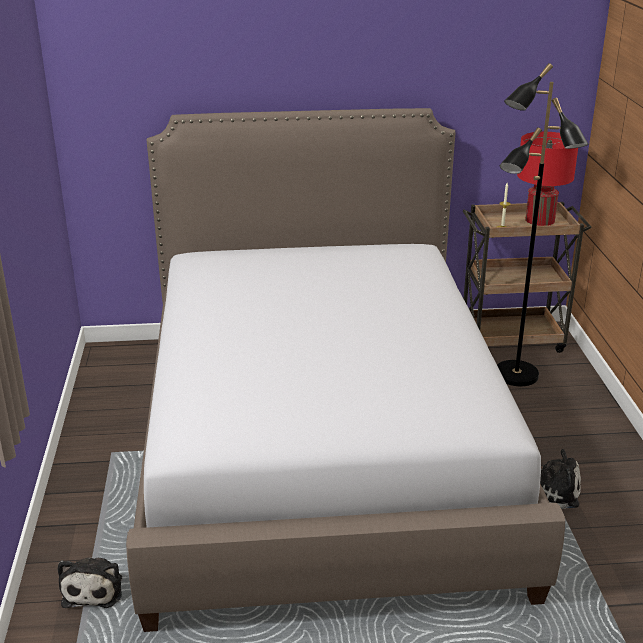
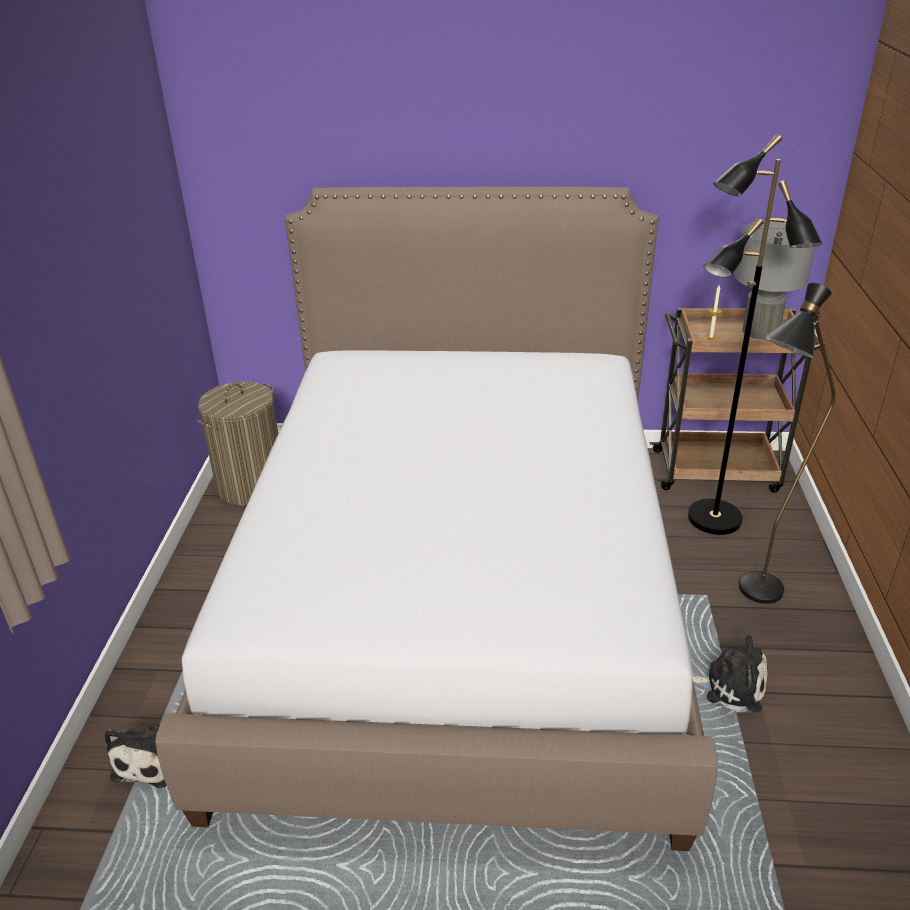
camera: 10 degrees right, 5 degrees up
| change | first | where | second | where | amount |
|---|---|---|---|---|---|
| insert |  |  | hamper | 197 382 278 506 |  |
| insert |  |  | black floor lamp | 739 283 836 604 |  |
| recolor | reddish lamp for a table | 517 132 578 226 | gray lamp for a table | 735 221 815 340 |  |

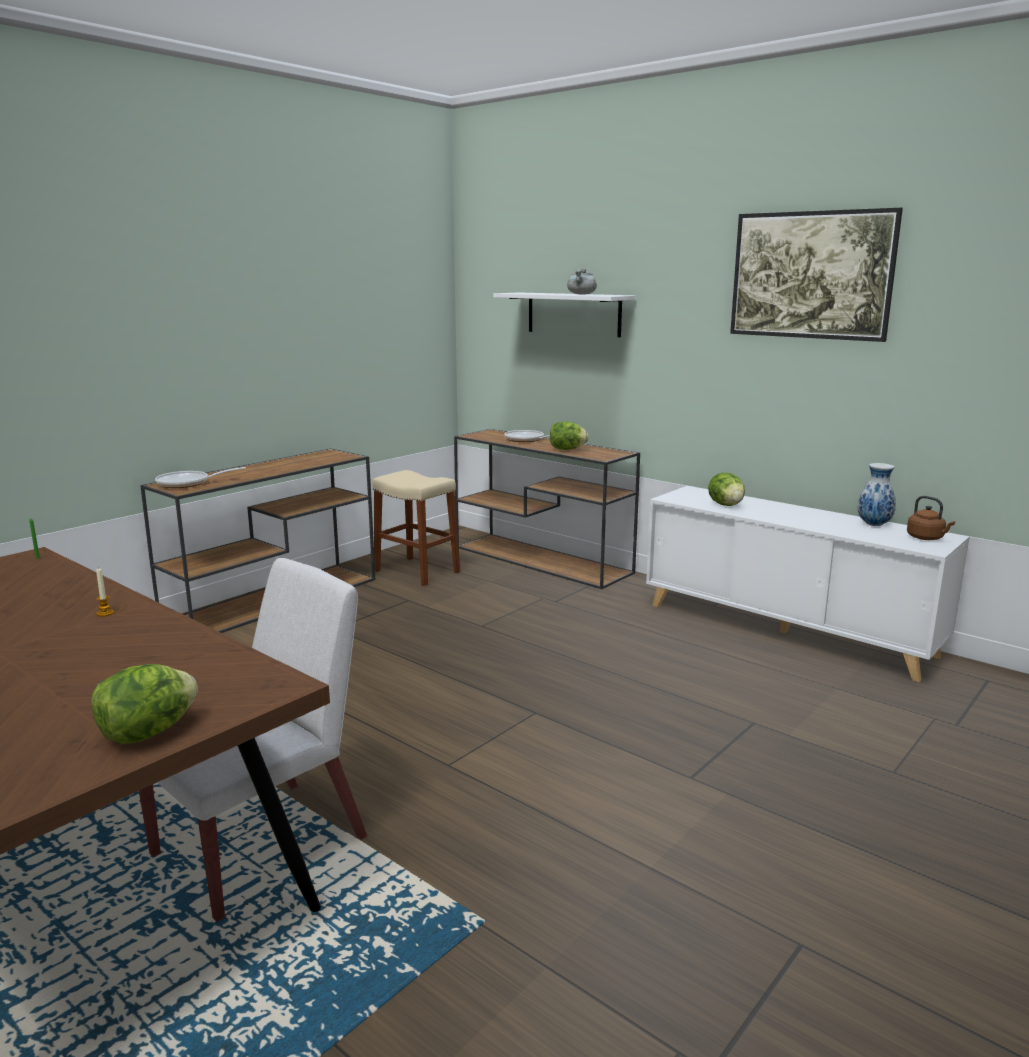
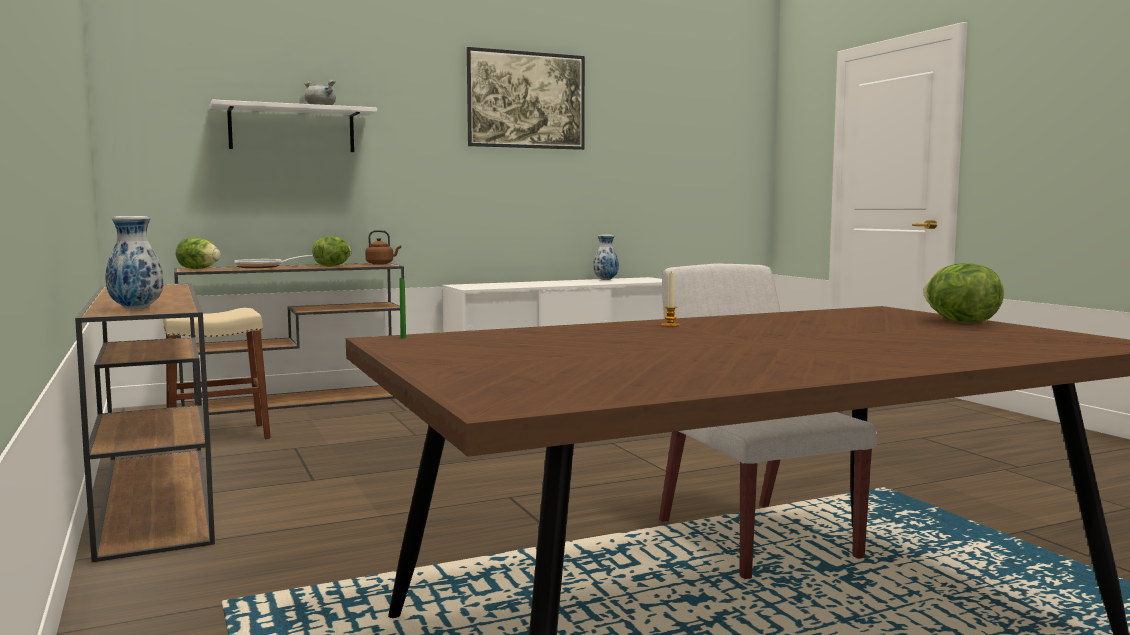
camera: 65 degrees left, 10 degrees down
| change | first | where | second | where | amount |
|---|---|---|---|---|---|
| move | lettuce | 708 472 745 506 |  | 176 237 221 269 |  |
| move | brown water kettle | 907 496 955 540 |  | 365 230 401 265 |  |
| replace | pan | 155 467 246 488 | decorative vase | 106 216 164 309 |  |

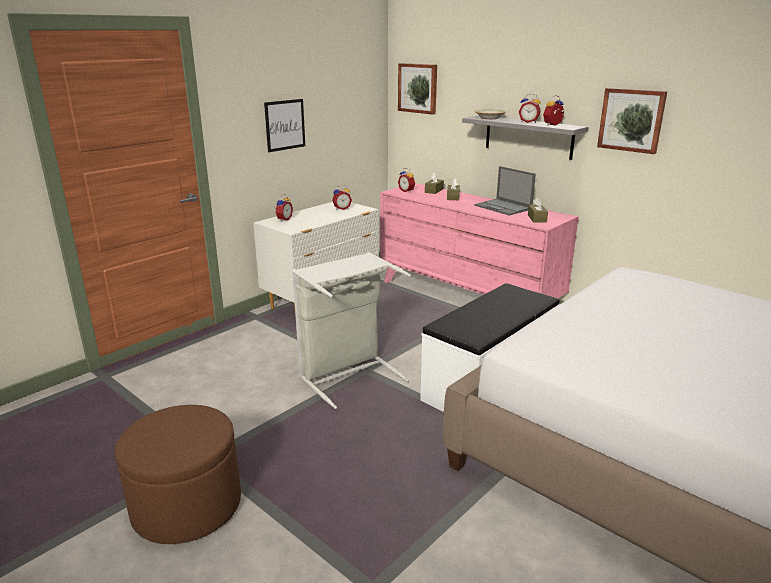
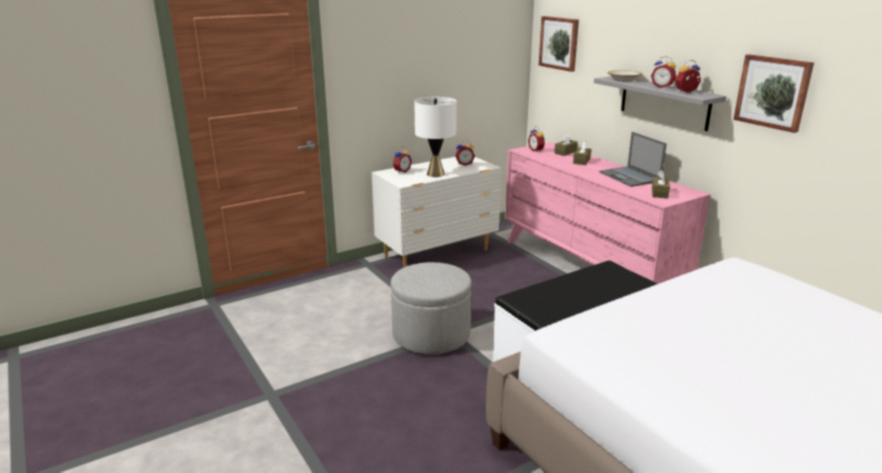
camera: 15 degrees right, 0 degrees up
| change | first | where | second | where | amount |
|---|---|---|---|---|---|
| delete | brown pouffe | 115 405 241 544 |  |  |  |
| delete | wall art | 264 99 305 152 |  |  |  |
| insert |  |  | whitish lamp for a table | 414 97 457 177 |  |
| replace | gray hamper | 292 252 411 409 | gray pouffe | 391 262 472 354 |  |

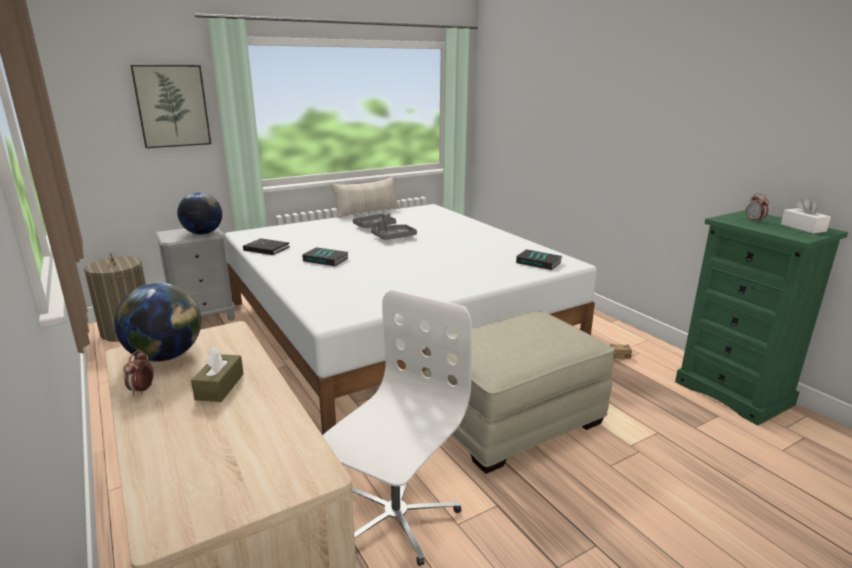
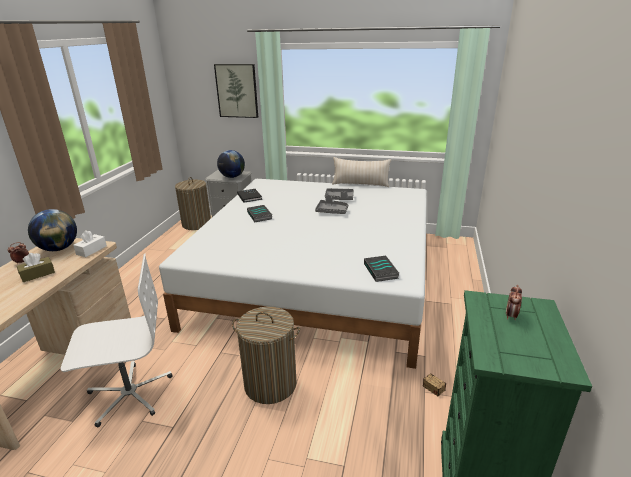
camera: 45 degrees right, 5 degrees up
| change | first | where | second | where | amount |
|---|---|---|---|---|---|
| move | whitish tissue box | 781 198 831 234 |  | 73 230 107 257 |  |
| replace | beige-coloured pouffe | 424 311 615 474 | hamper | 232 307 300 404 |  |

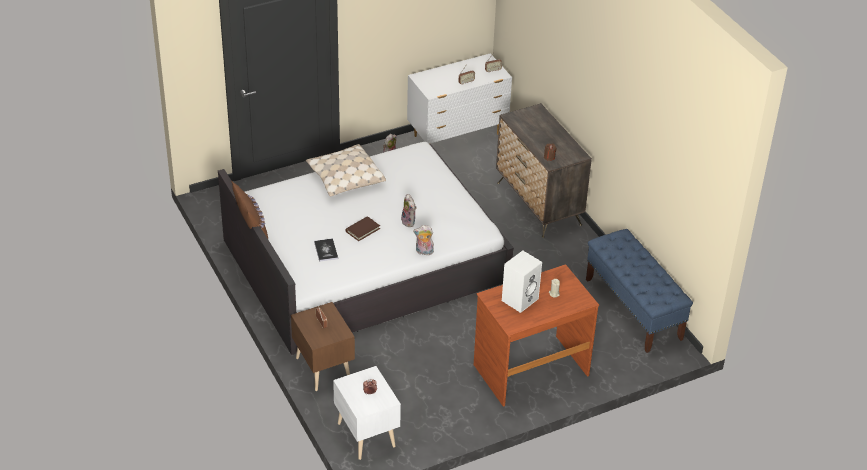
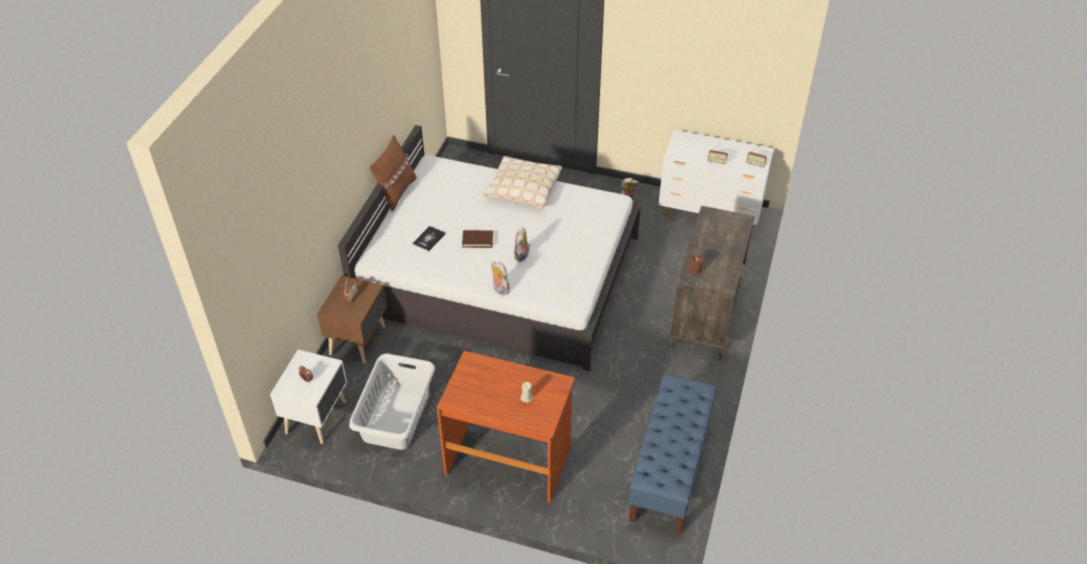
camera: 45 degrees right, 5 degrees up
| change | first | where | second | where | amount |
|---|---|---|---|---|---|
| delete | whitish speaker | 502 251 542 313 |  |  |  |
| insert |  |  | gray hamper | 349 354 435 450 |  |

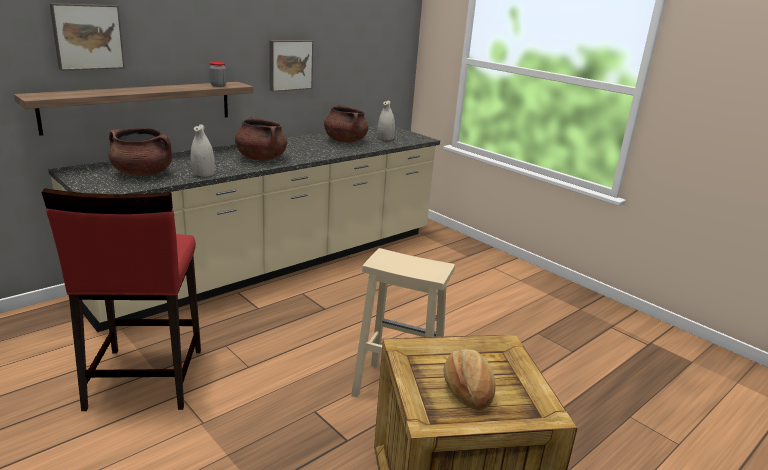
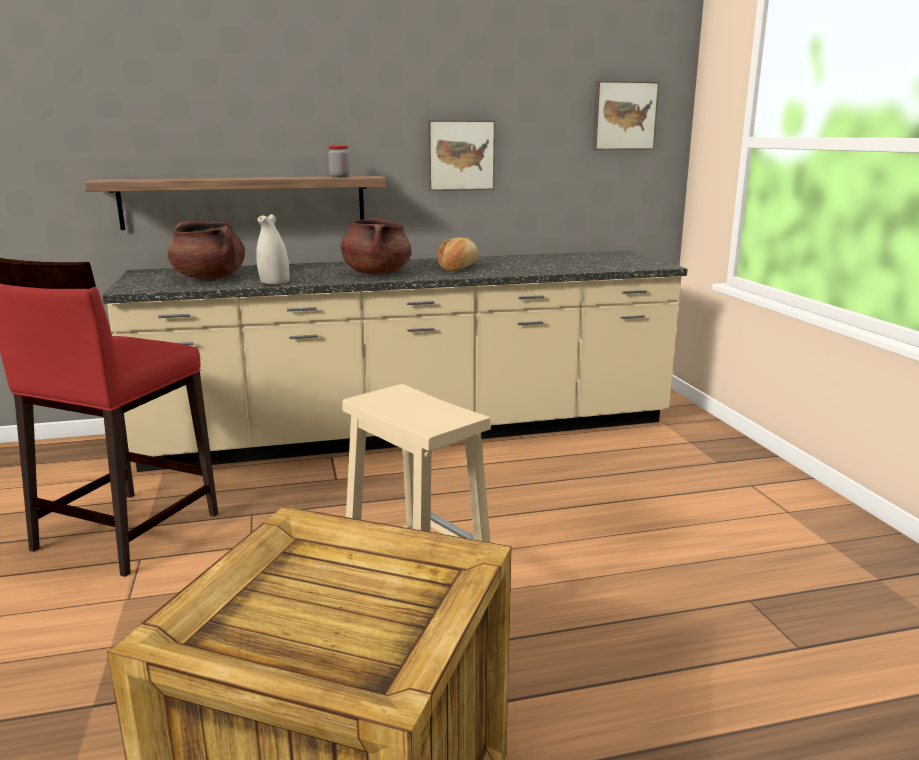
camera: 30 degrees right, 5 degrees down
| change | first | where | second | where | amount |
|---|---|---|---|---|---|
| delete | brown saucepot | 324 104 368 143 |  |  |  |
| delete | whitish decorative vase | 378 100 395 141 |  |  |  |
| move | wall art | 49 3 125 71 |  | 592 81 659 150 |  |
| move | bread | 444 349 496 410 |  | 437 238 479 272 |  |

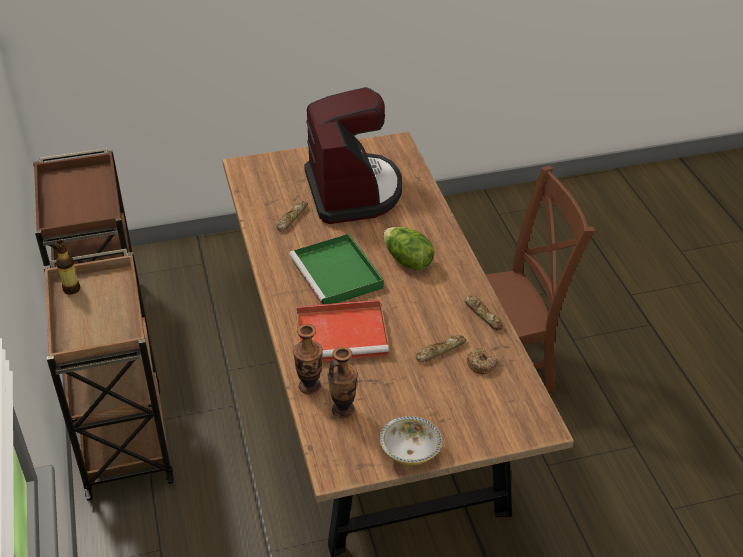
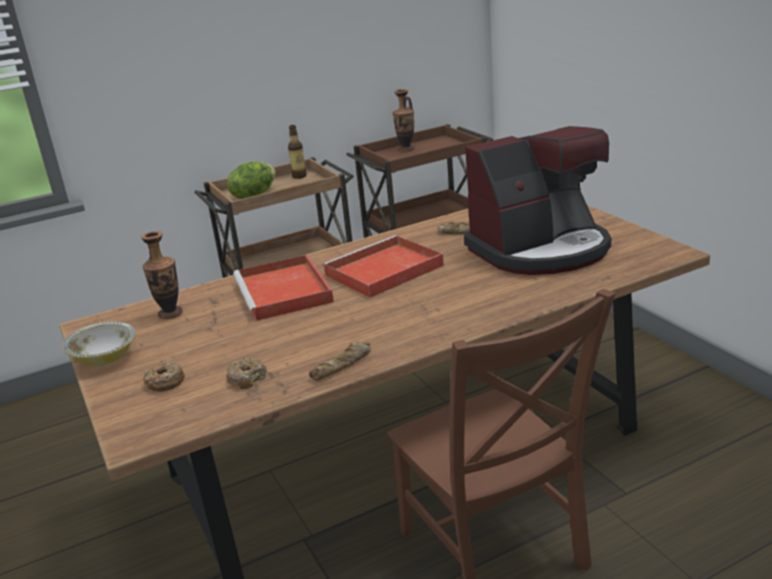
camera: 80 degrees right, 15 degrees down
| change | first | where | second | where | amount |
|---|---|---|---|---|---|
| delete | bread | 415 335 467 363 |  |  |  |
| insert |  |  | ring doughnut | 143 362 185 392 |  |
| move | decorative vase | 293 324 323 395 |  | 392 89 415 152 |  |
| move | lettuce | 383 227 435 270 |  | 227 162 276 199 |  |
| recolor | green tray | 289 234 384 304 | reddish tray | 323 235 444 298 |  |

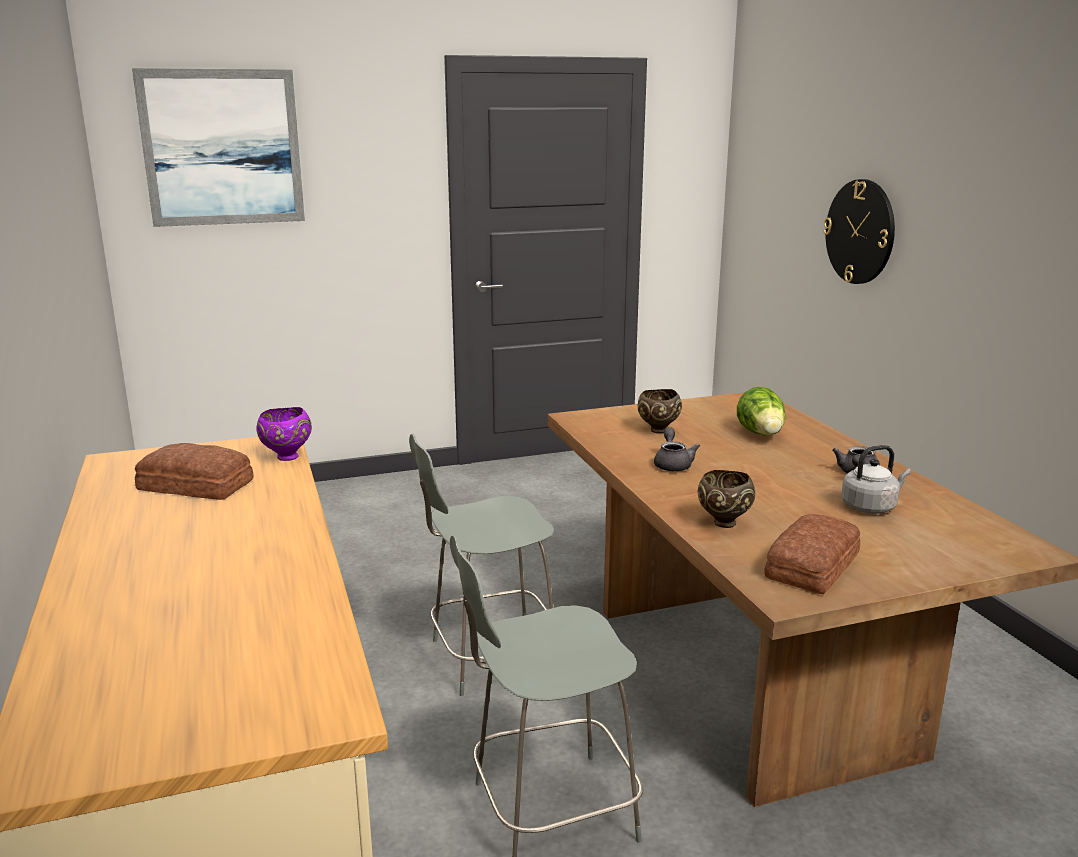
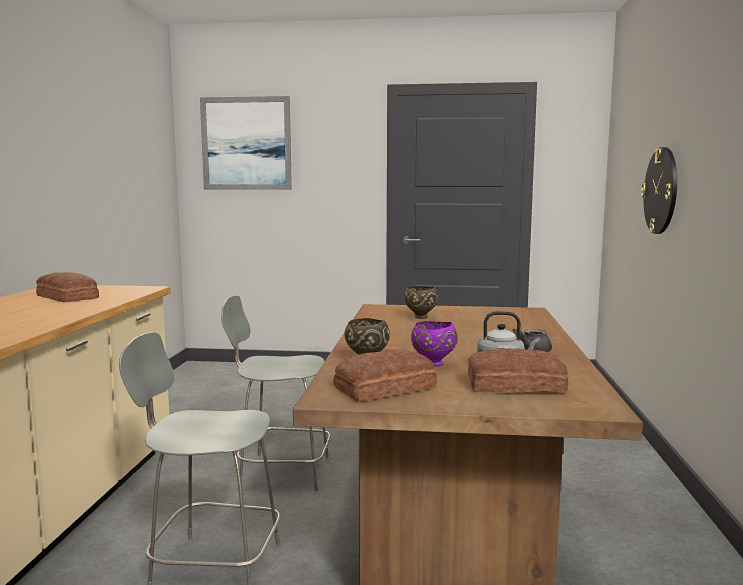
camera: 25 degrees right, 10 degrees down
| change | first | where | second | where | amount |
|---|---|---|---|---|---|
| delete | gray tea pot | 654 427 700 471 |  |  |  |
| delete | lettuce | 737 386 785 436 |  |  |  |
| insert |  |  | bread | 468 349 569 393 |  |
| move | purplish bowl | 256 407 312 461 |  | 411 321 458 367 |  |

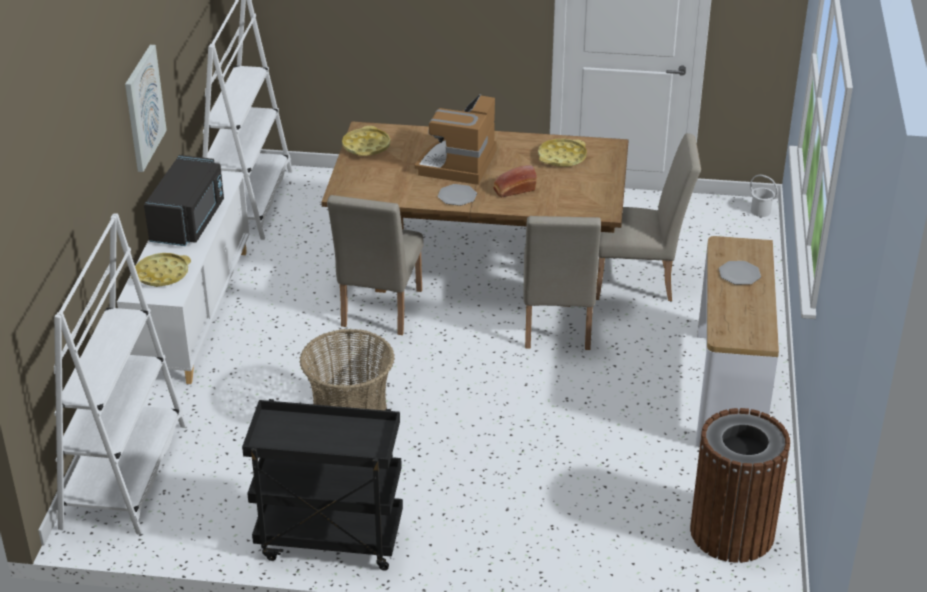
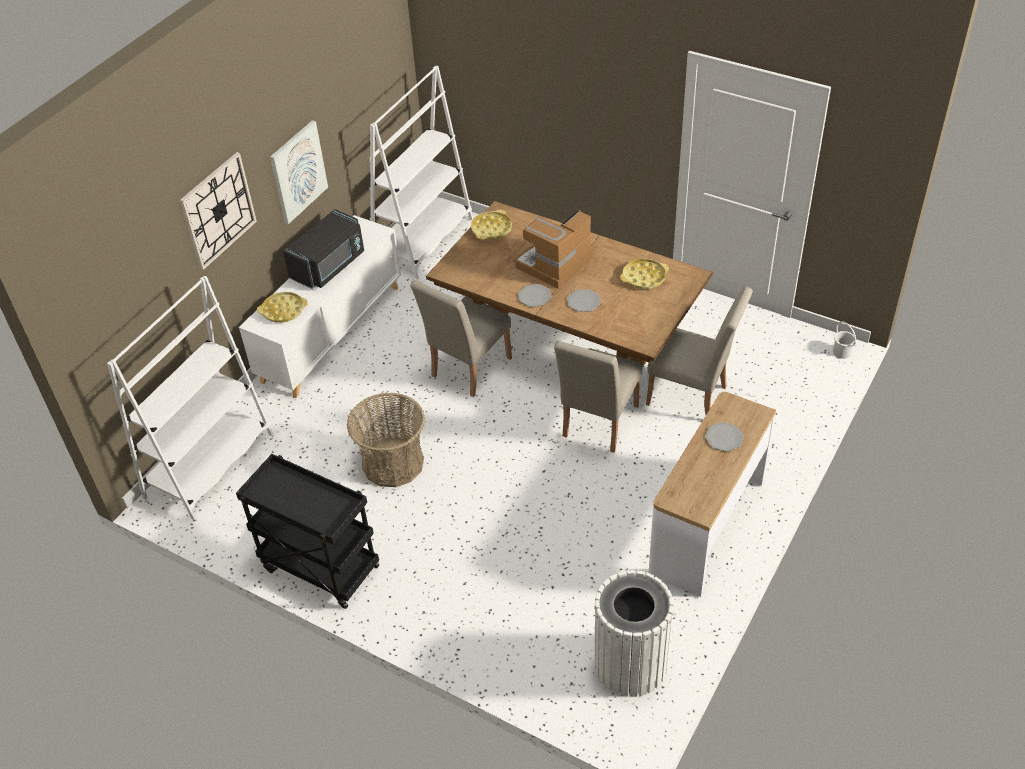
camera: 25 degrees right, 10 degrees up
| change | first | where | second | where | amount |
|---|---|---|---|---|---|
| insert |  |  | clock on the wall | 180 152 257 270 |  |
| replace | bread | 493 165 537 197 | plate | 567 289 601 312 |  |
| recolor | brown waste bin | 690 408 790 563 | whitish waste bin | 594 570 674 697 |  |

